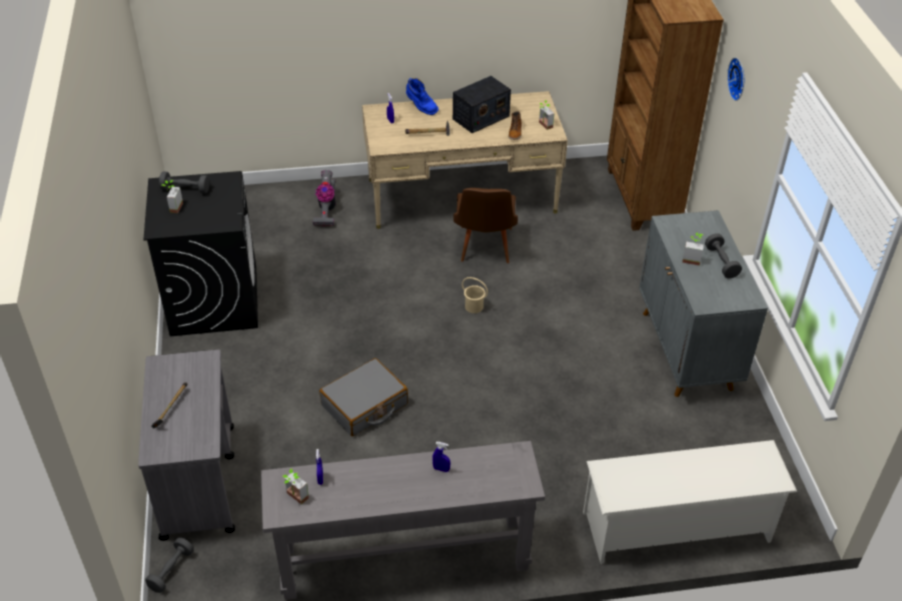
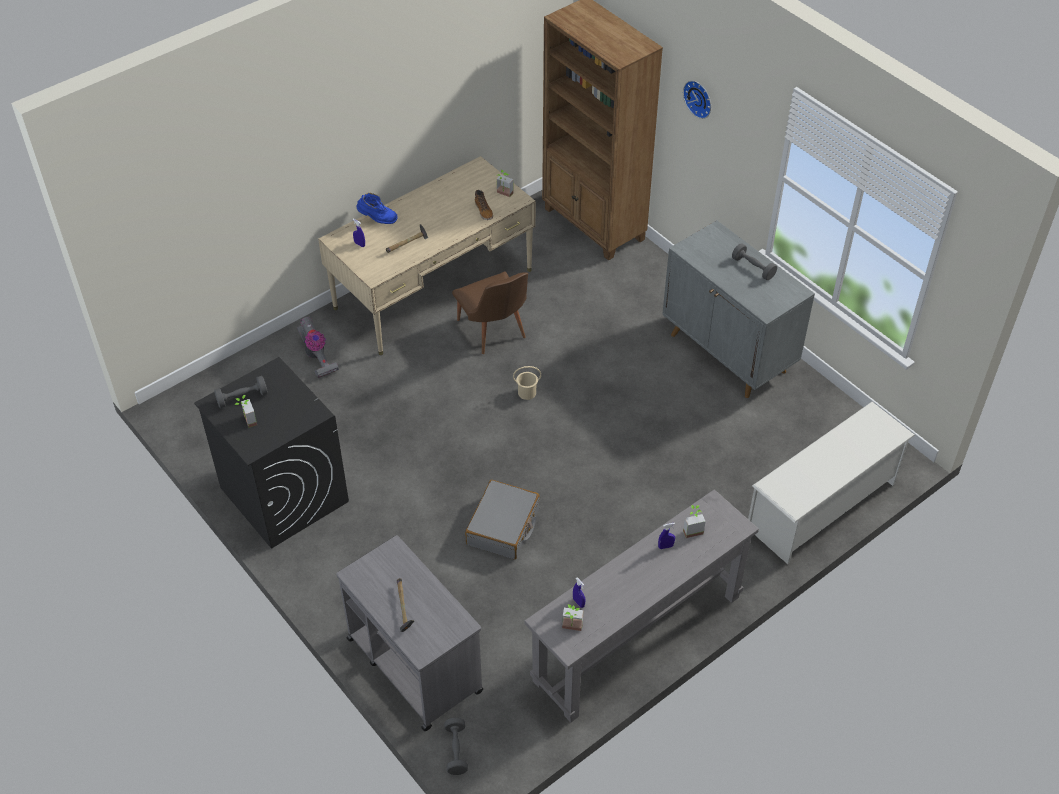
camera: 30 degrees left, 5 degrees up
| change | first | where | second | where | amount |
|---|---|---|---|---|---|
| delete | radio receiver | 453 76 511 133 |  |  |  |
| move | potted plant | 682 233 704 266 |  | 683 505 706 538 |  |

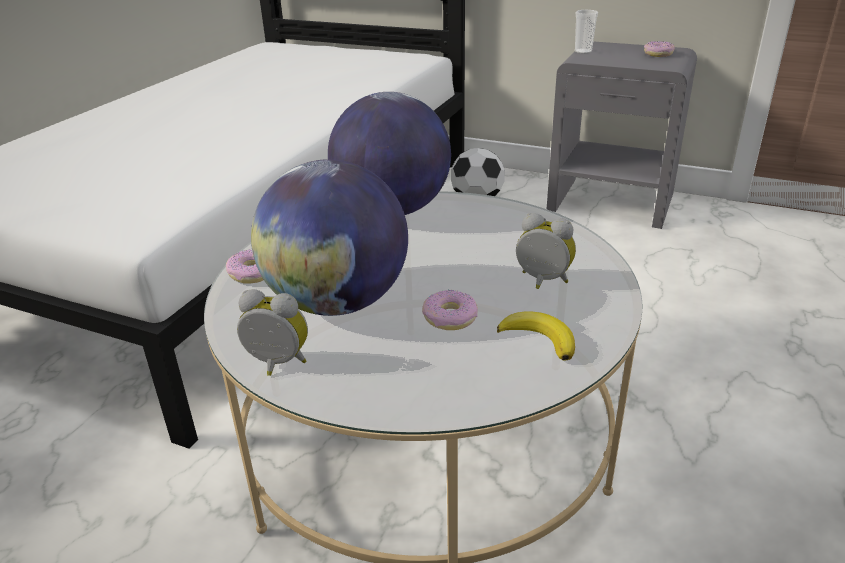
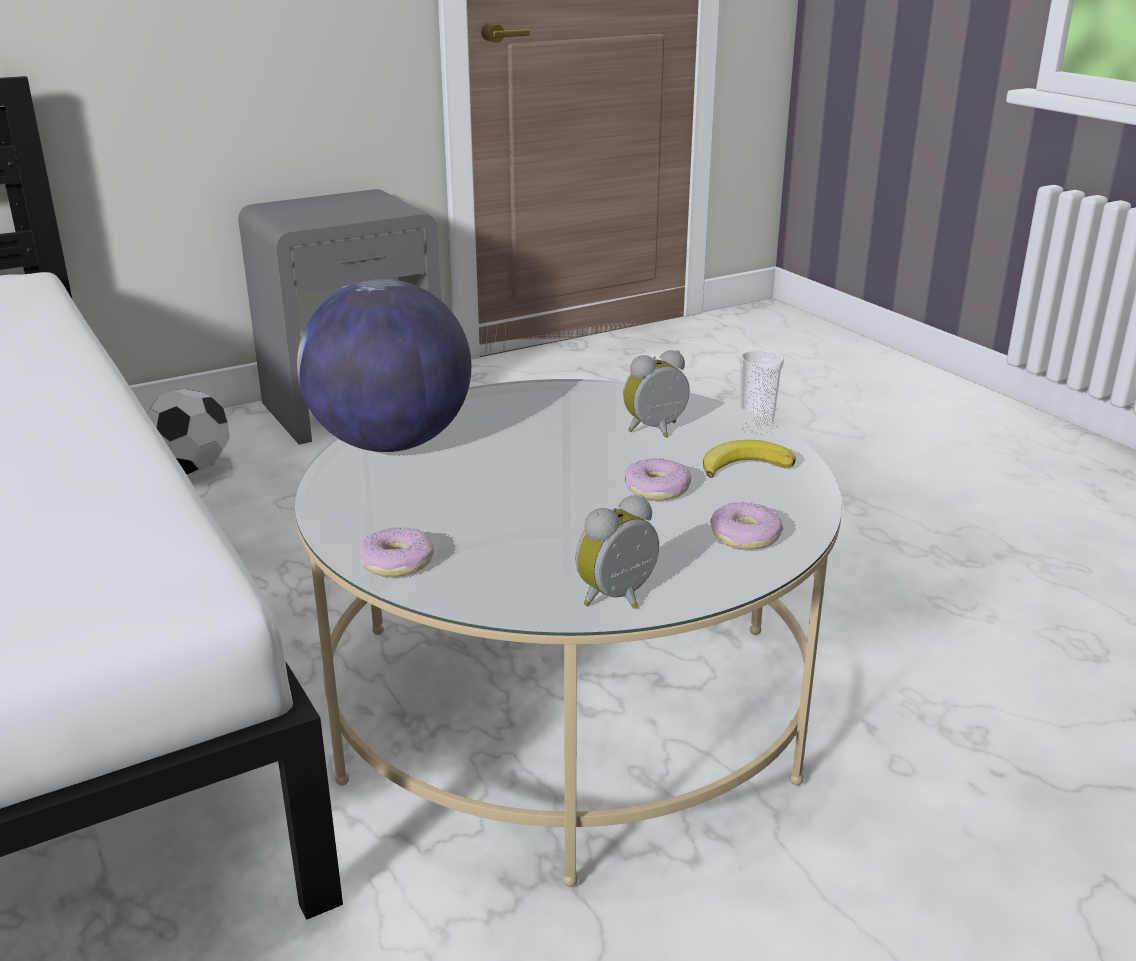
camera: 55 degrees left, 5 degrees down
| change | first | where | second | where | amount |
|---|---|---|---|---|---|
| delete | desk globe | 251 159 408 316 |  |  |  |
| move | drinking cup | 575 10 598 54 |  | 739 349 784 436 |  |
| move | ring doughnut | 644 41 675 57 |  | 710 502 783 550 |  |

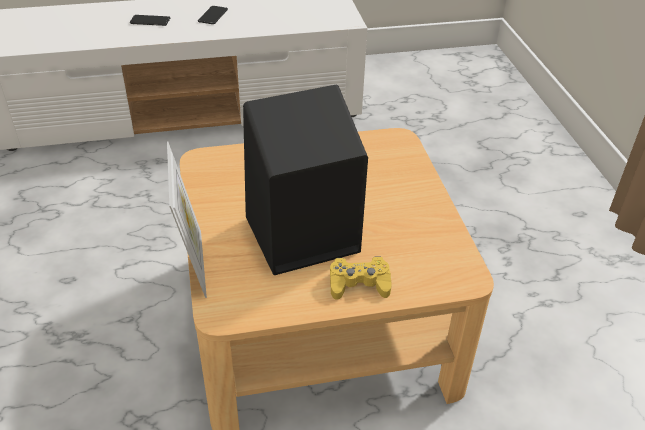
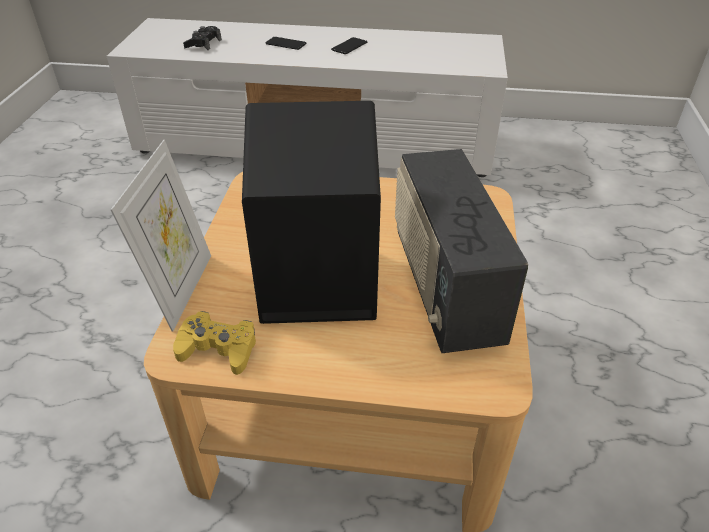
camera: 20 degrees right, 0 degrees up
| change | first | where | second | where | amount |
|---|---|---|---|---|---|
| insert |  |  | black game controller | 183 26 222 50 |  |
| insert |  |  | radio receiver | 395 149 528 353 |  |
| move | yellow game controller | 330 256 392 300 |  | 173 311 256 375 |  |

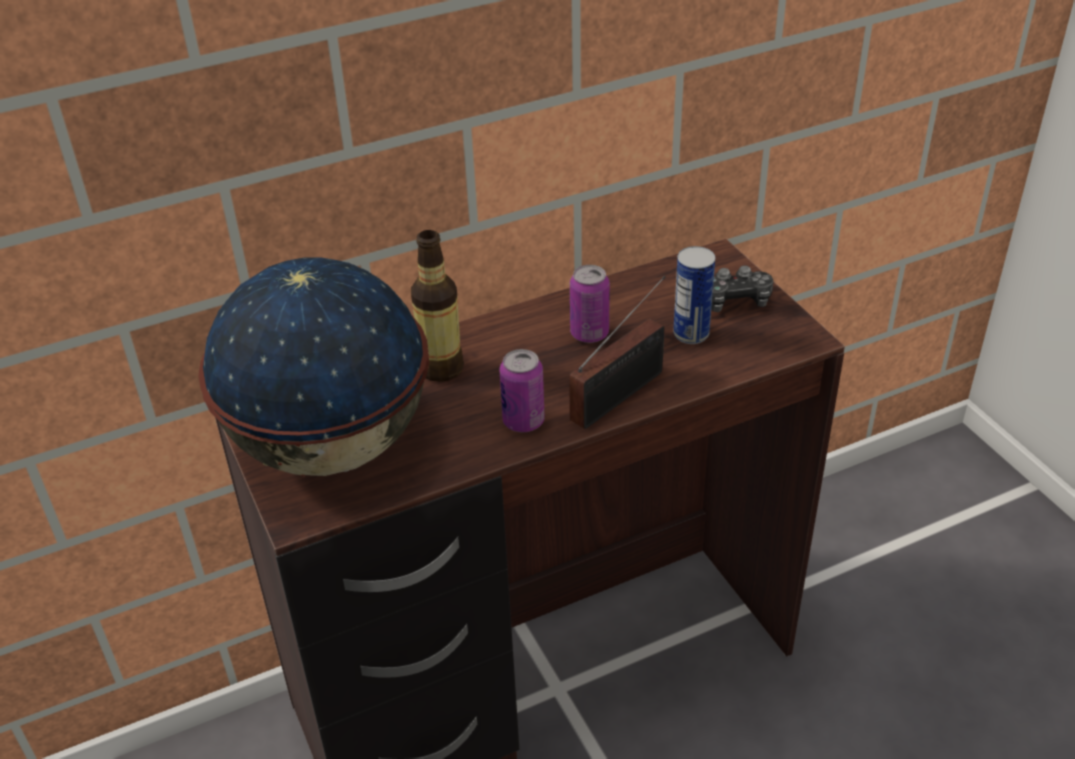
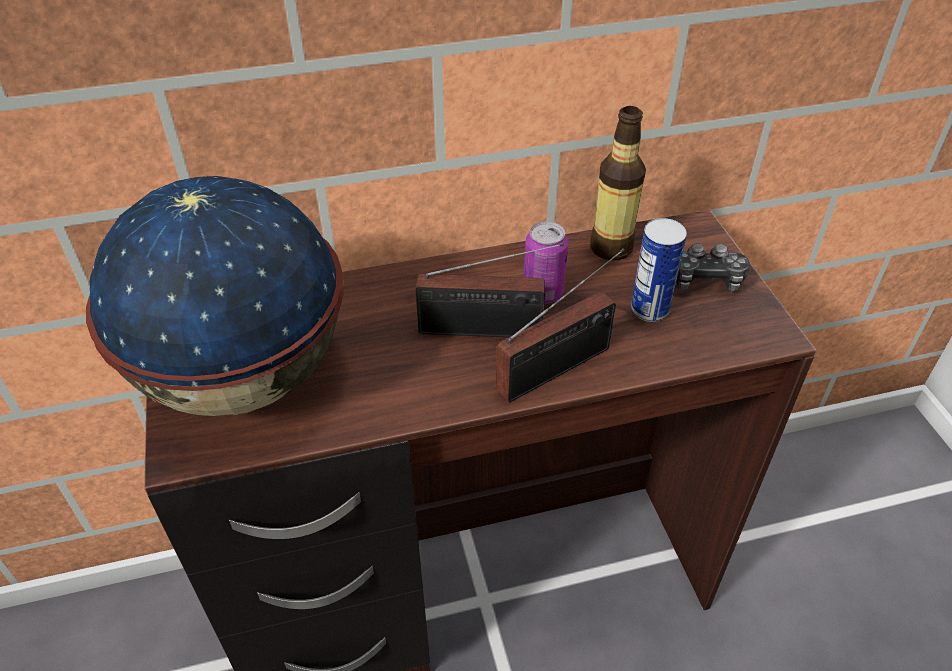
camera: 10 degrees right, 5 degrees up
| change | first | where | second | where | amount |
|---|---|---|---|---|---|
| delete | can | 499 349 545 432 |  |  |  |
| insert |  |  | radio receiver | 416 243 564 338 |  |
| move | drink bottle | 411 230 464 382 |  | 590 106 646 260 |  |

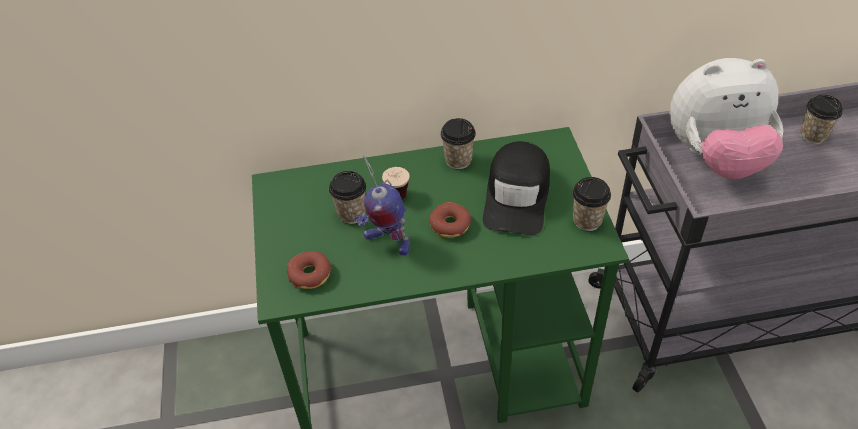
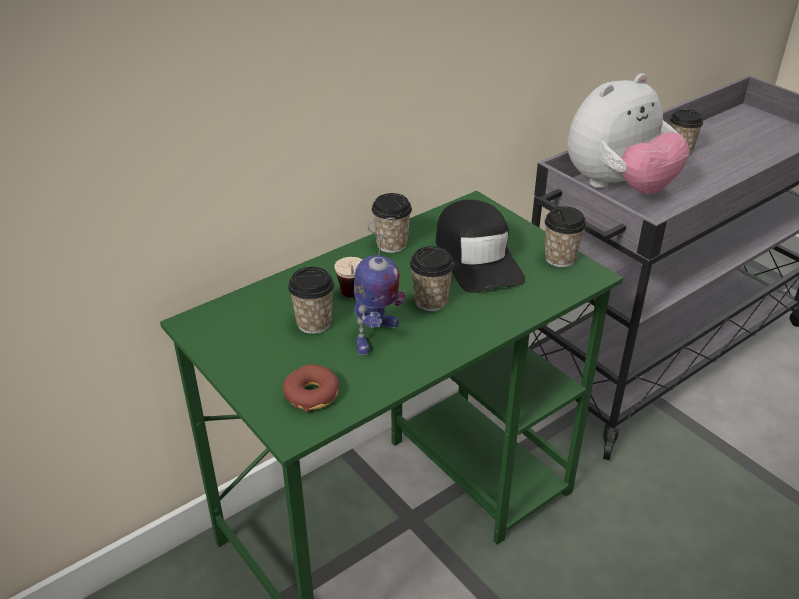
camera: 30 degrees left, 10 degrees down
| change | first | where | second | where | amount |
|---|---|---|---|---|---|
| replace | ring doughnut | 429 202 471 238 | drinking cup | 410 246 454 311 |  |
| rotate | toy robot | 355 155 410 256 |  | 354 218 405 355 | 60 degrees counterclockwise |

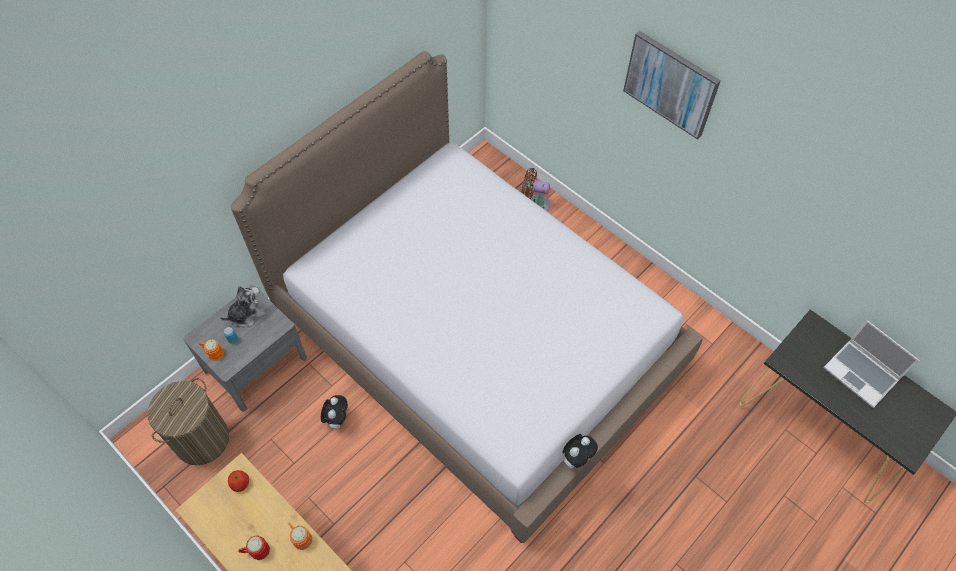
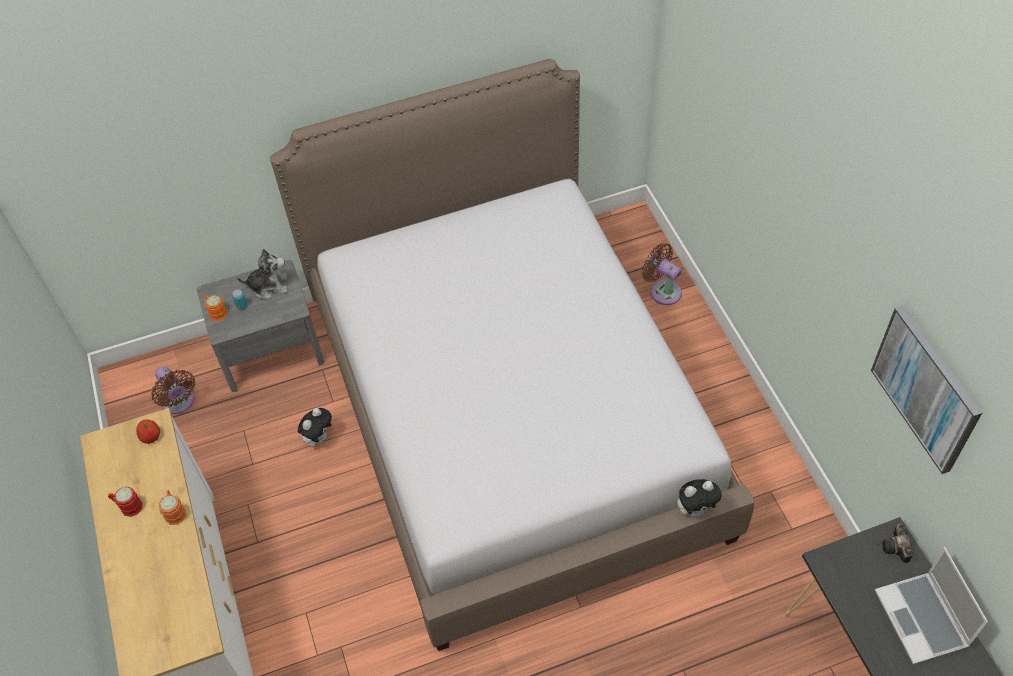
camera: 30 degrees right, 5 degrees down
| change | first | where | second | where | amount |
|---|---|---|---|---|---|
| insert |  |  | photo camera | 882 524 913 563 |  |
| move | cuddly toy | 562 434 598 469 |  | 677 479 722 516 |  |
| move | wall art | 623 31 721 140 |  | 871 305 982 474 |  |
| replace | hamper | 148 378 229 465 | brown electric fan | 151 366 195 414 |  |

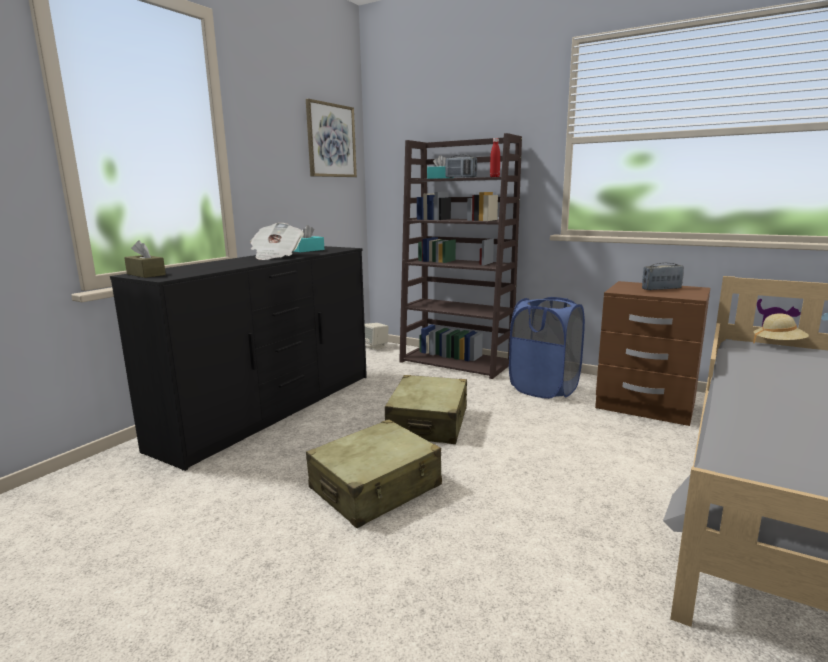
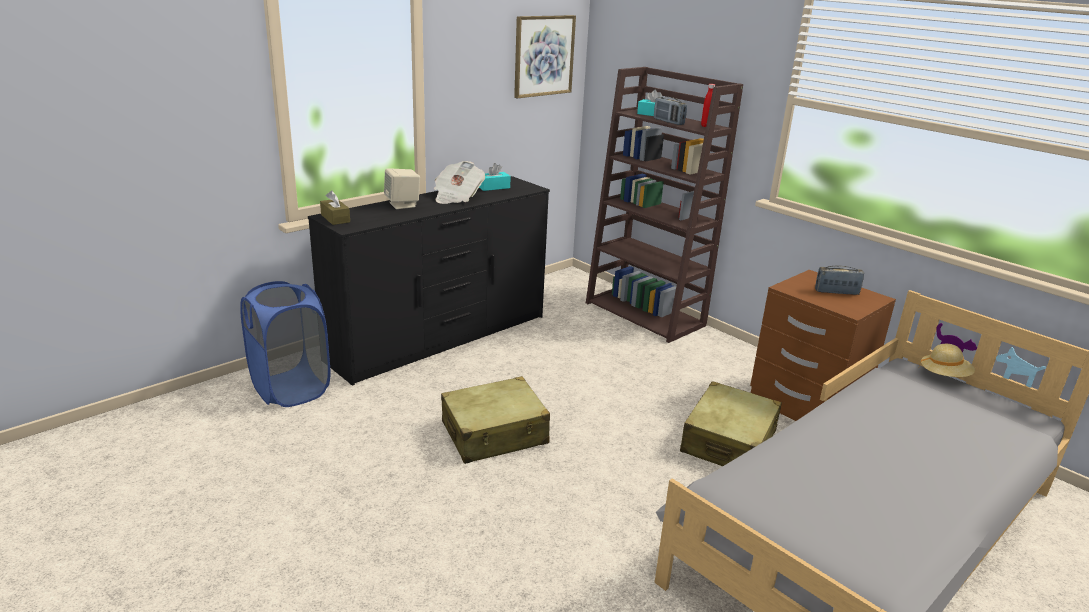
camera: 15 degrees right, 10 degrees up
| change | first | where | second | where | amount |
|---|---|---|---|---|---|
| move | beige-coloured speaker | 365 323 389 350 |  | 384 169 420 209 |  |
| move | beige-coloured travel case | 385 375 467 444 |  | 680 381 782 466 |  |
| move | blue hamper | 509 297 585 399 |  | 240 281 330 407 |  |

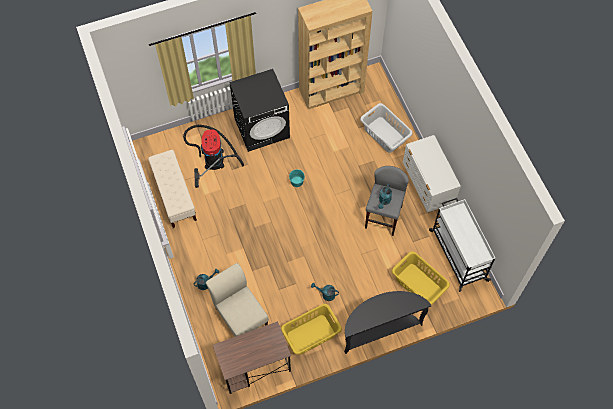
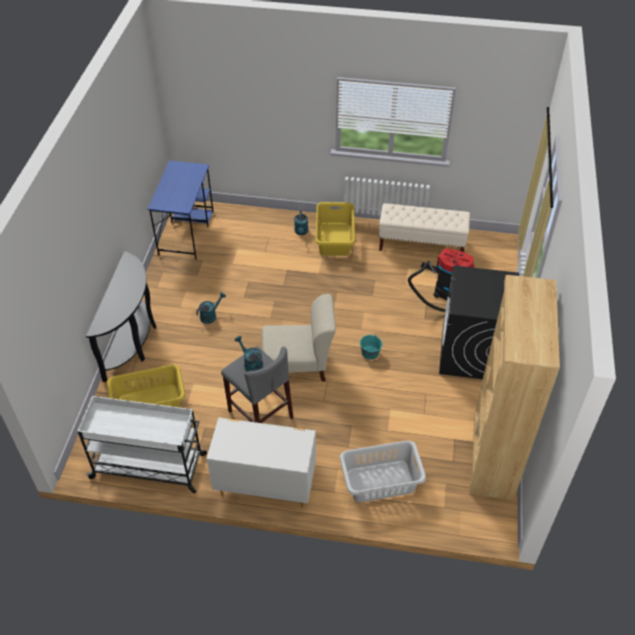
camera: 120 degrees right, 15 degrees down
| change | first | where | second | where | amount |
|---|---|---|---|---|---|
| move | beige-coloured chair | 206 263 269 337 |  | 262 294 336 382 |  |
| move | yellow hamper | 281 304 342 355 |  | 316 202 355 256 |  |
| recolor | brown desk | 213 321 291 394 | blue desk | 148 161 214 260 |  |

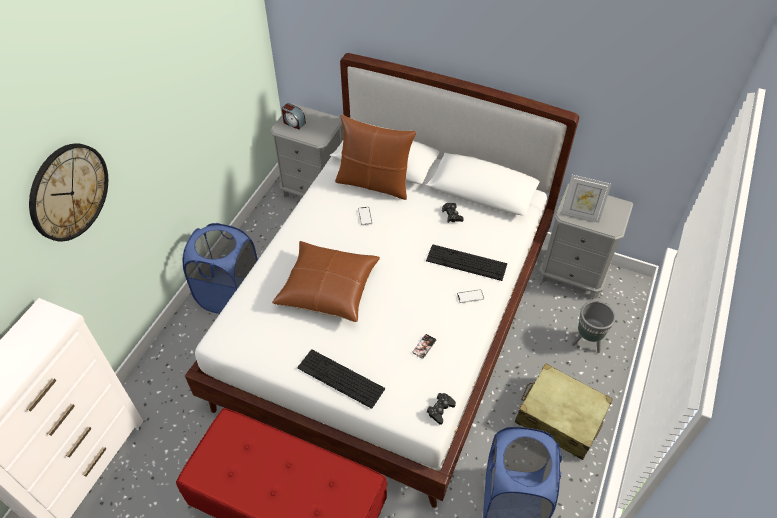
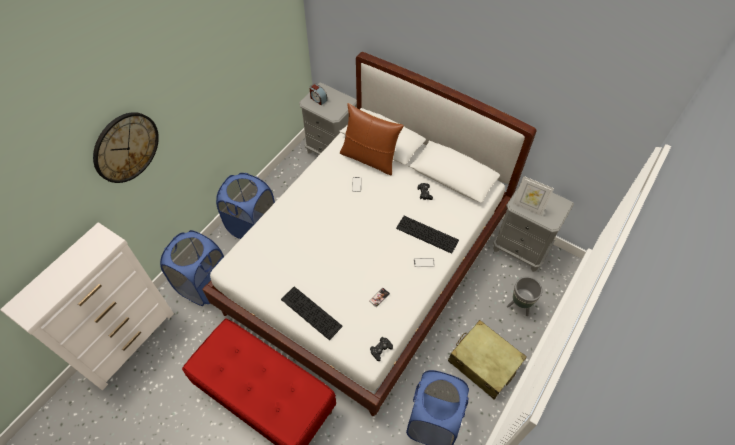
camera: 10 degrees right, 5 degrees up
| change | first | where | second | where | amount |
|---|---|---|---|---|---|
| delete | brown cushion | 272 241 380 322 |  |  |  |
| insert |  |  | blue hamper | 160 230 224 306 |  |

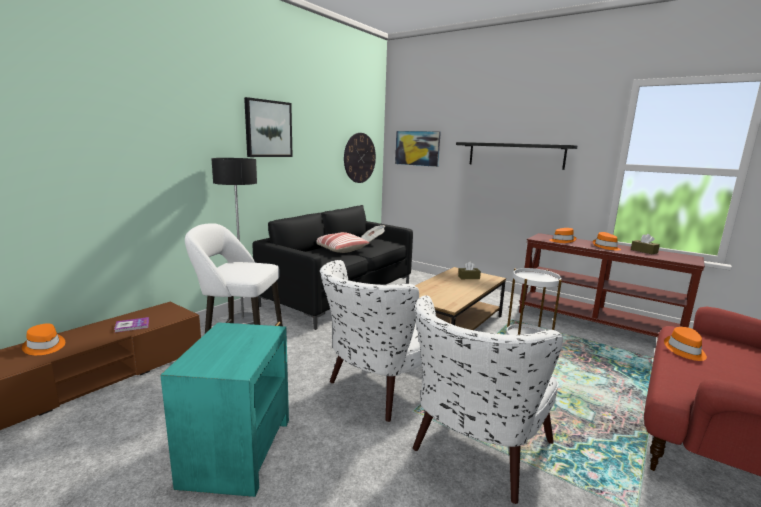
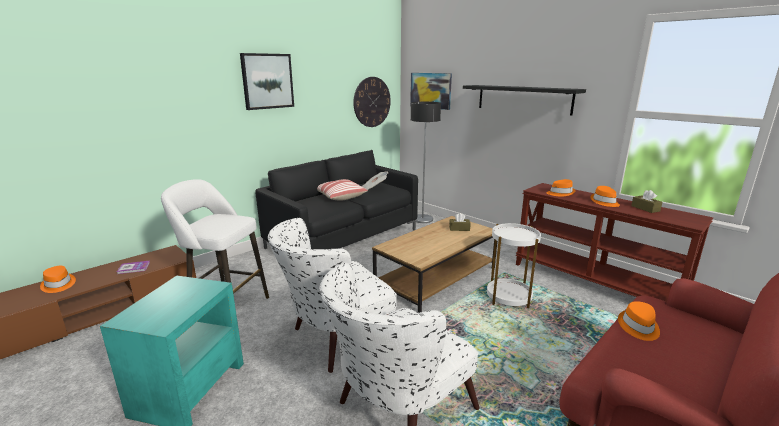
camera: 10 degrees right, 5 degrees up
| change | first | where | second | where | amount |
|---|---|---|---|---|---|
| move | floor lamp | 211 158 257 324 |  | 411 102 441 223 |  |

